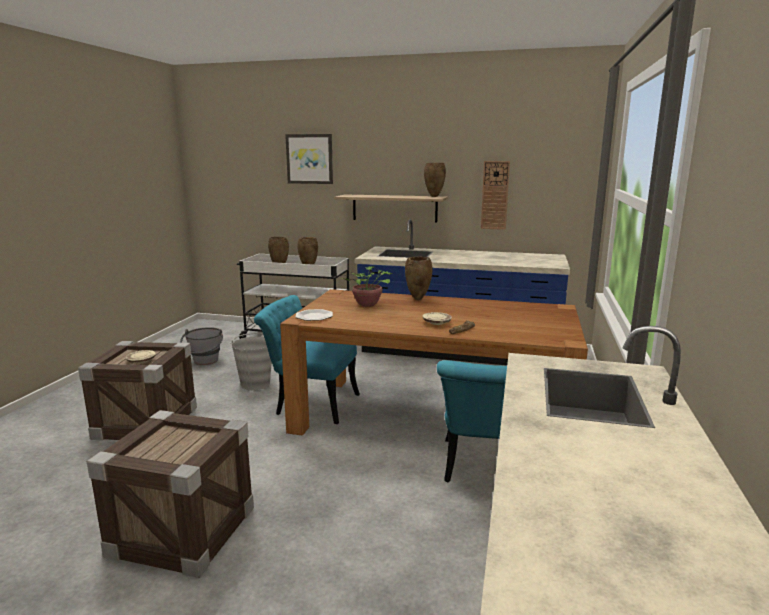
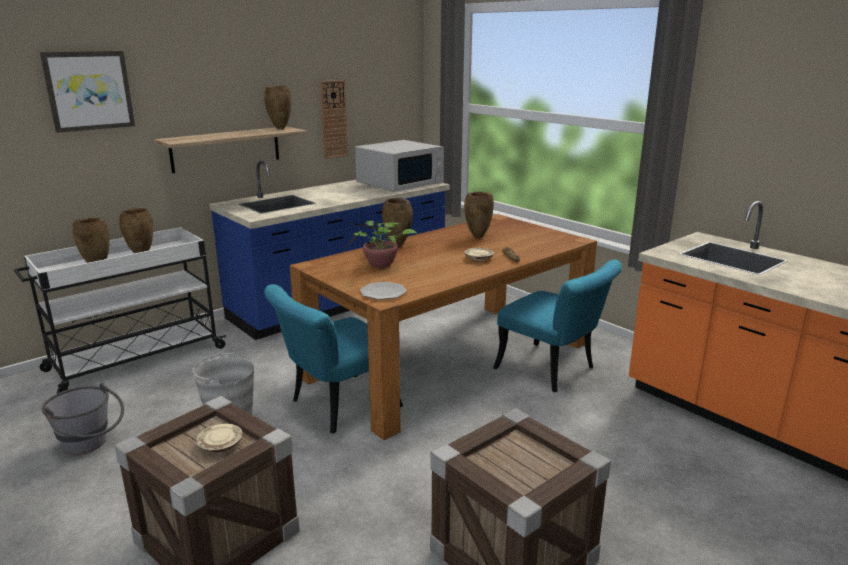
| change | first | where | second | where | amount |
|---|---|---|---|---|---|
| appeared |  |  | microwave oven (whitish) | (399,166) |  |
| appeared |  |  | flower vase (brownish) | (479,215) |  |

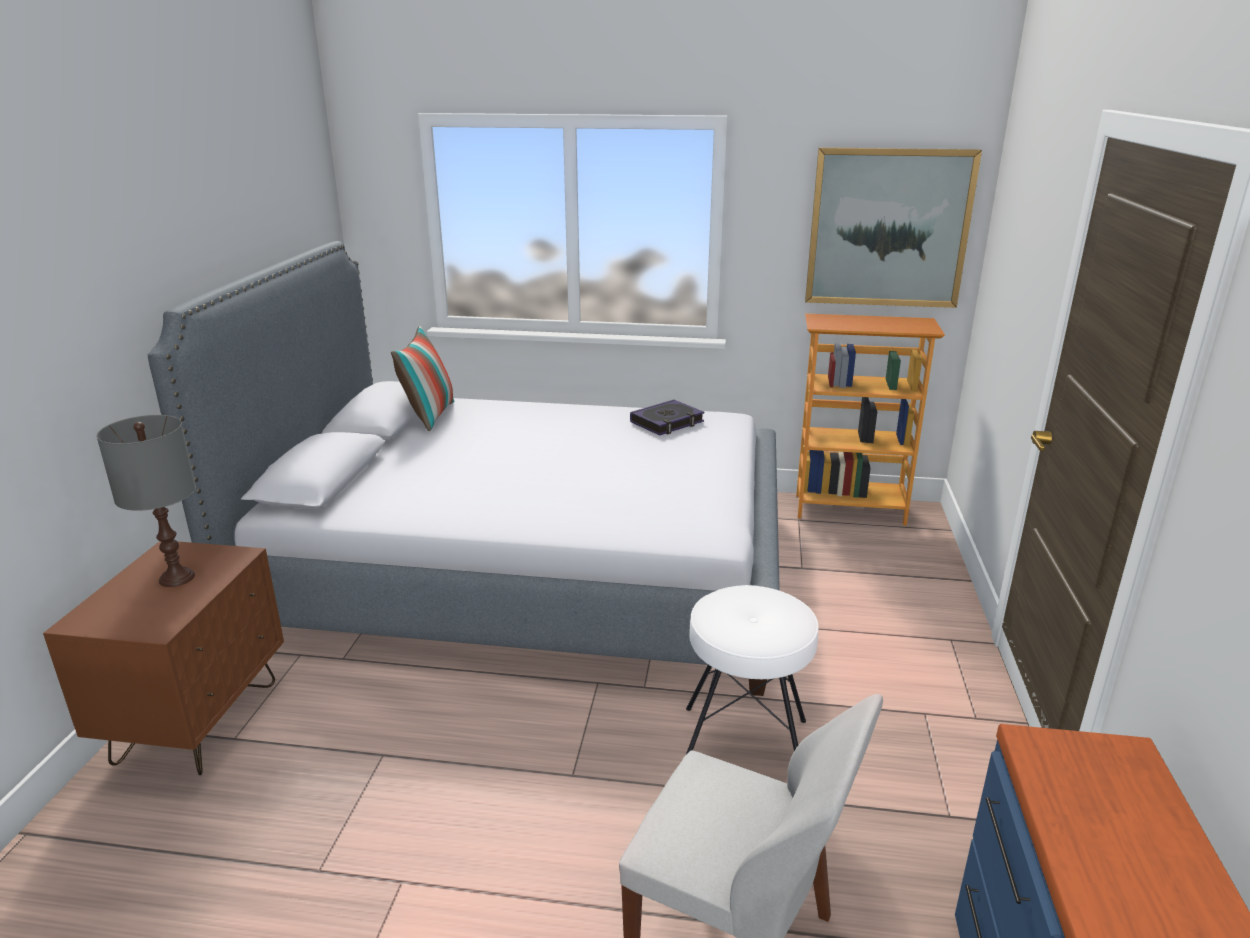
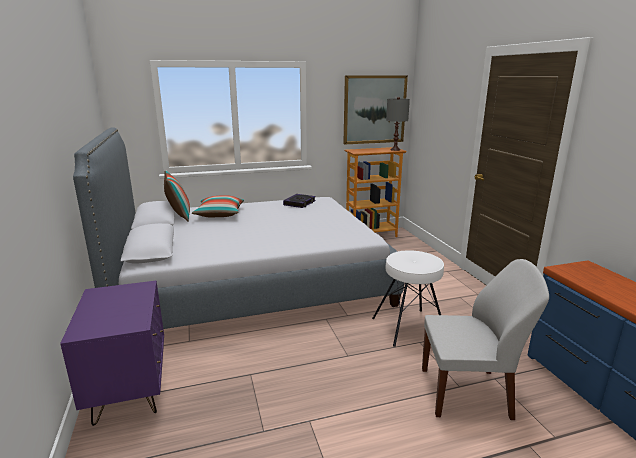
| change | first | where | second | where | amount |
|---|---|---|---|---|---|
| appeared |  |  | pillow | (218,206) |  |
| relocated | lamp for a table (greyish) | (146,501) |  | (398,124) |  |
| colour | bedside table (brownish) | (163,658) | bedside table (purple) | (112,353) |  |

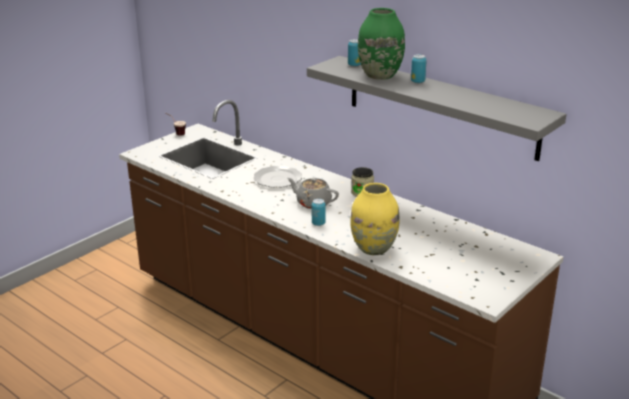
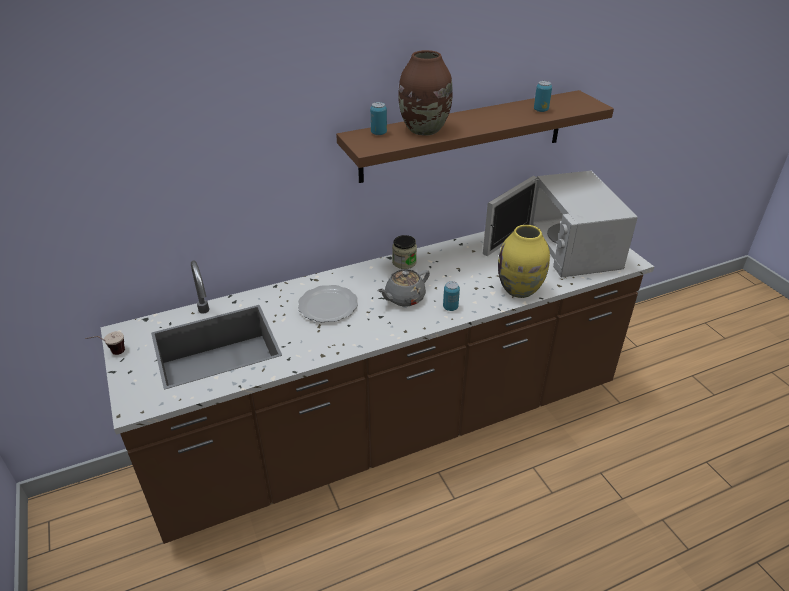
| change | first | where | second | where | amount |
|---|---|---|---|---|---|
| appeared |  |  | microwave oven (whitish) | (560,224) |  |
| relocated | metal can | (419,68) |  | (543,96) |  |
| colour | bracket shelf (greyish) | (437,108) | bracket shelf (brownish) | (475,136) |  |
| colour | flower vase (green-coloured) | (381,44) | flower vase (brownish) | (425,92) |  |

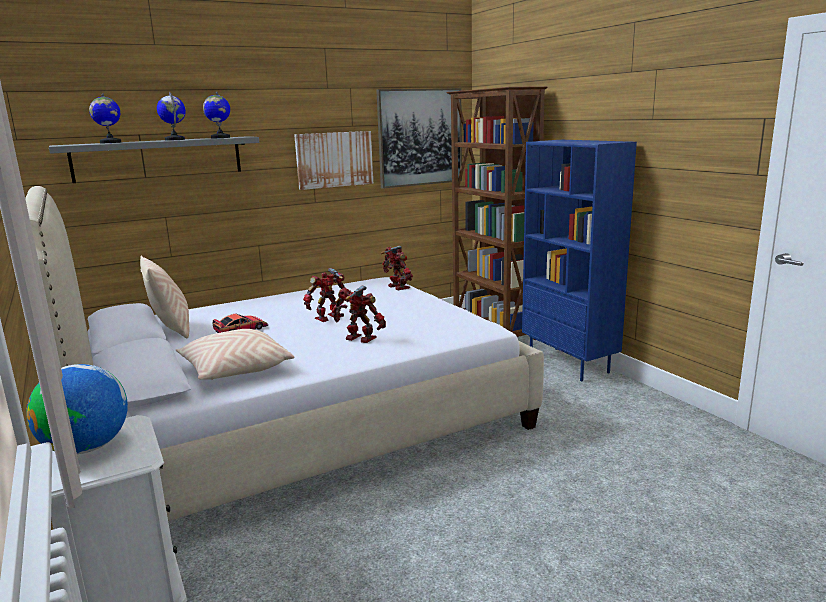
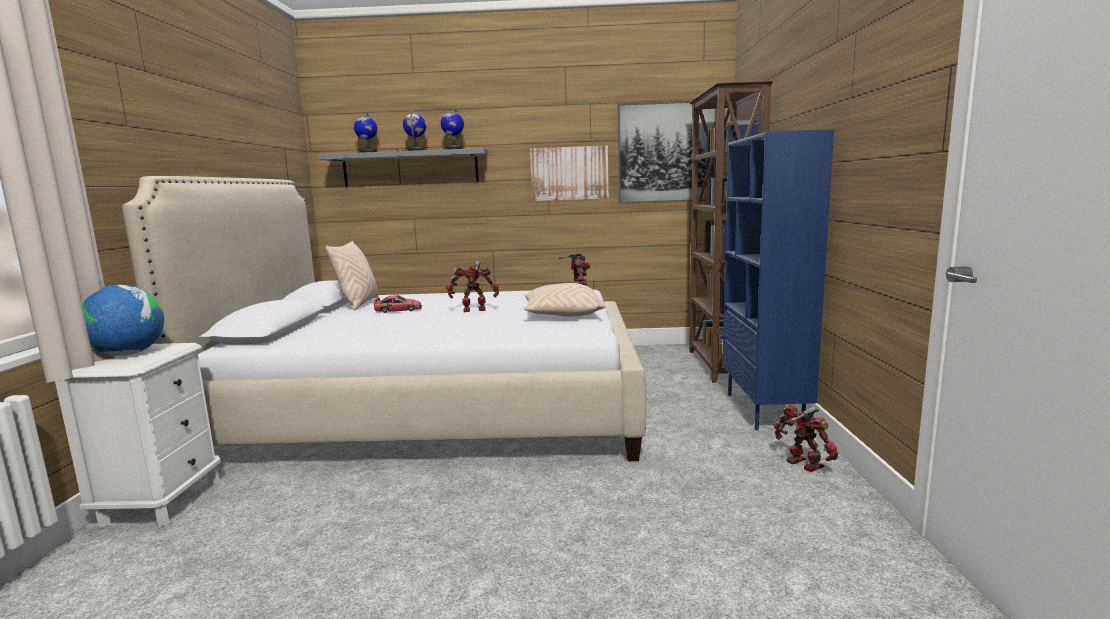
| change | first | where | second | where | amount |
|---|---|---|---|---|---|
| relocated | pillow (sand-coloured) | (235,354) |  | (565,300) |  |
| relocated | model robot | (359,314) |  | (806,438) |  |

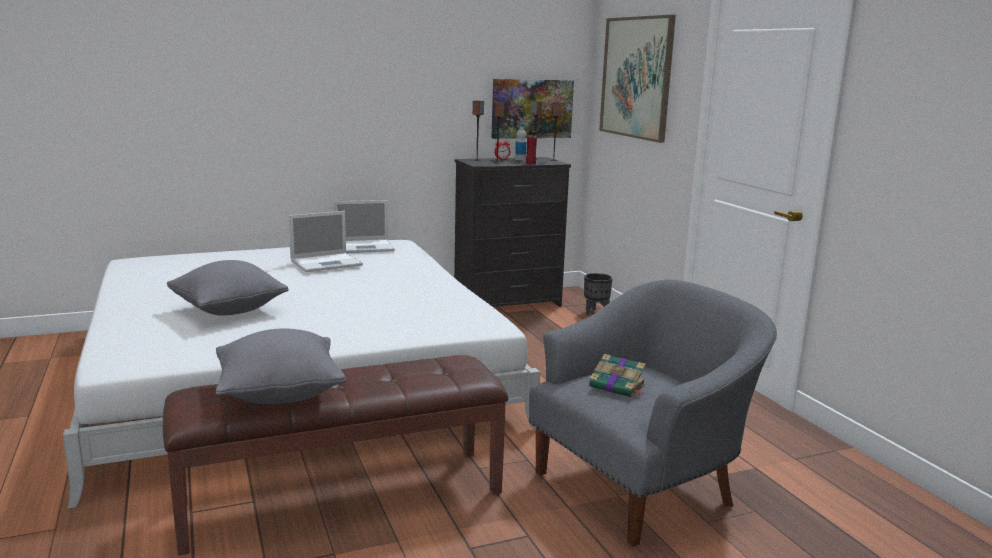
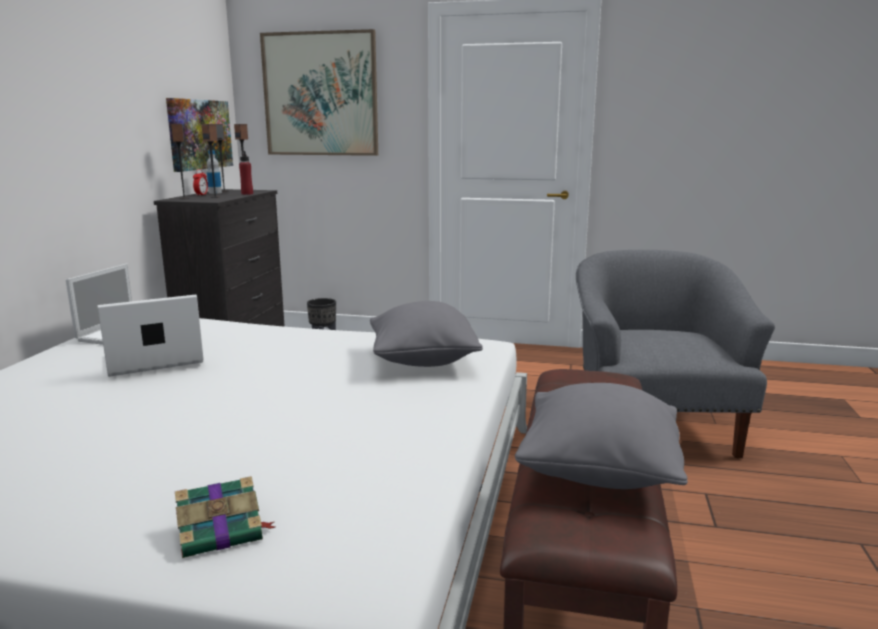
| change | first | where | second | where | amount |
|---|---|---|---|---|---|
| relocated | pillow (greyish) | (228,288) |  | (426,334) |  |
| relocated | bound book | (617,376) |  | (225,517) |  |
| spun | laptop | (326,241) |  | (151,336) | 120 degrees counterclockwise |

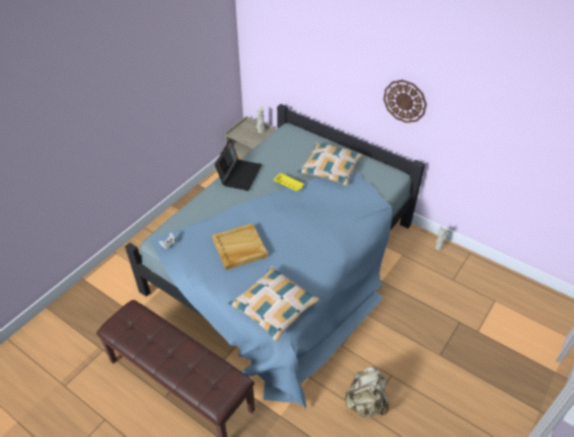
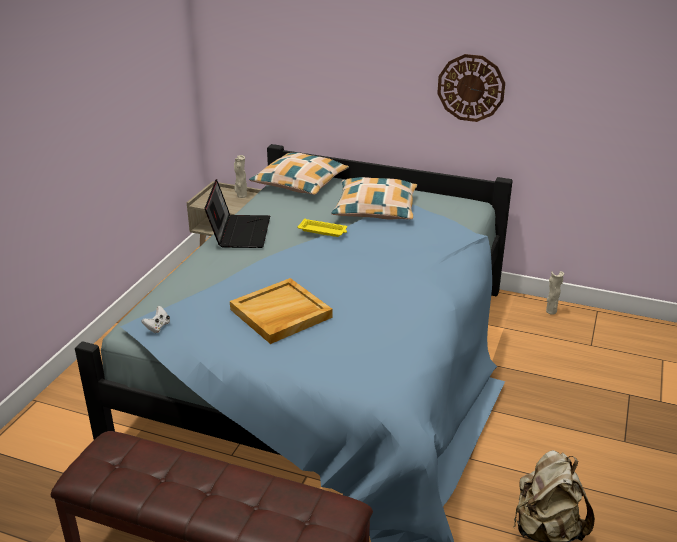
| change | first | where | second | where | amount |
|---|---|---|---|---|---|
| relocated | pillow | (273,303) |  | (299,174) |  |

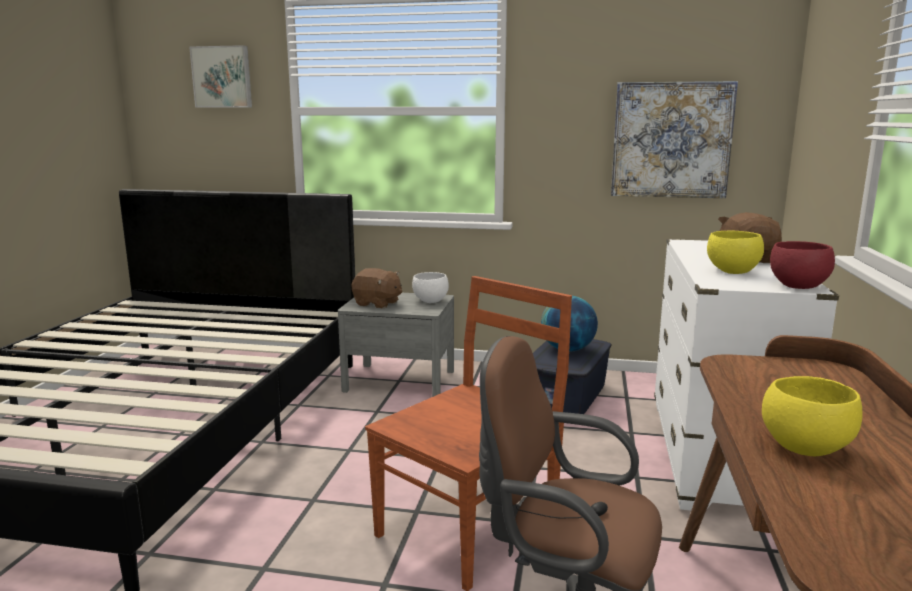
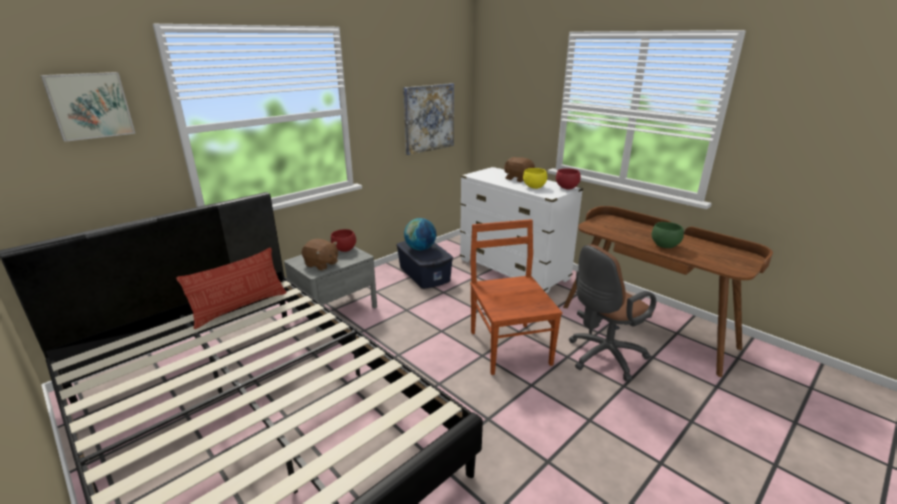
| change | first | where | second | where | amount |
|---|---|---|---|---|---|
| appeared |  |  | pillow | (231,288) |  |
| colour | serving bowl (whitish) | (430,287) | serving bowl (red-coloured) | (343,240) |  |
| colour | serving bowl (yellow) | (812,416) | serving bowl (green-coloured) | (668,235) |  |
| spun | soft toy (brownish) | (377,288) |  | (320,255) | 60 degrees clockwise |

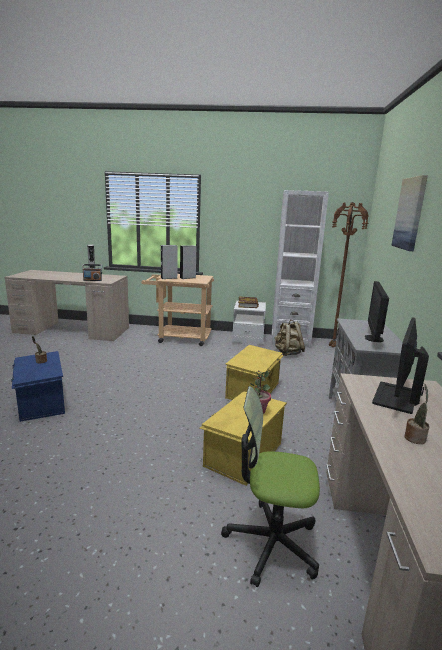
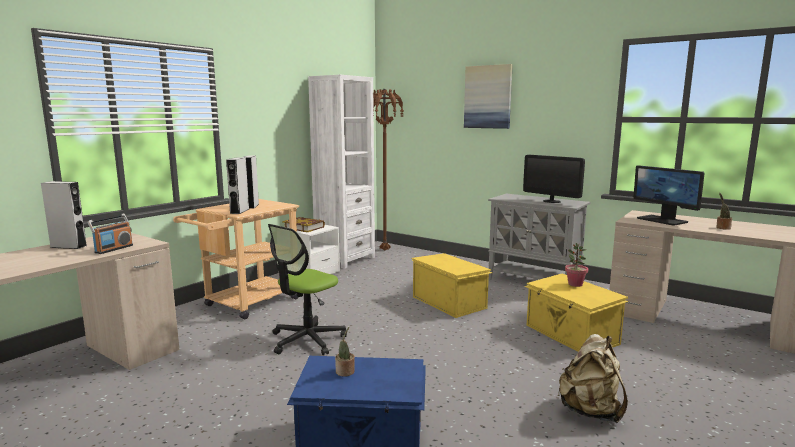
| change | first | where | second | where | amount |
|---|---|---|---|---|---|
| relocated | computer chair | (270,486) |  | (307,289) |  |
| relocated | backpack (sand-coloured) | (289,338) |  | (593,378) |  |

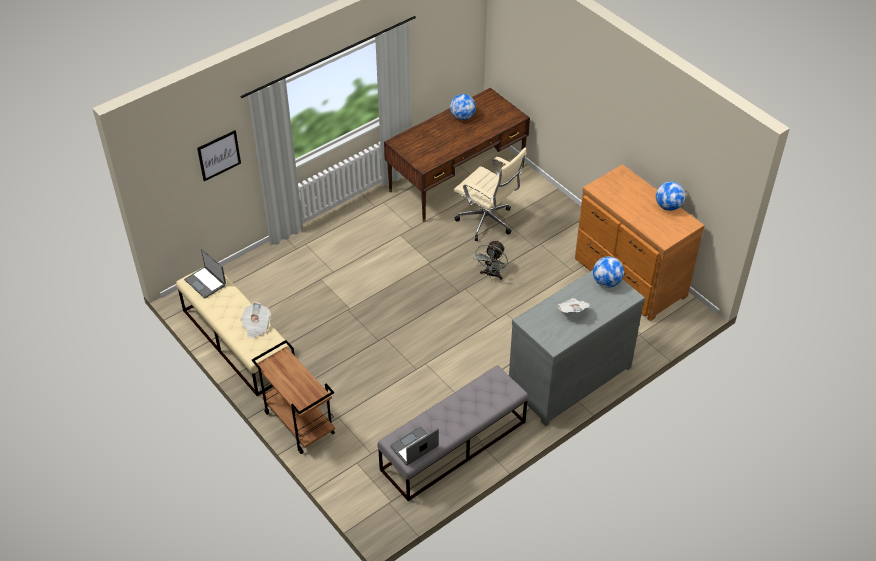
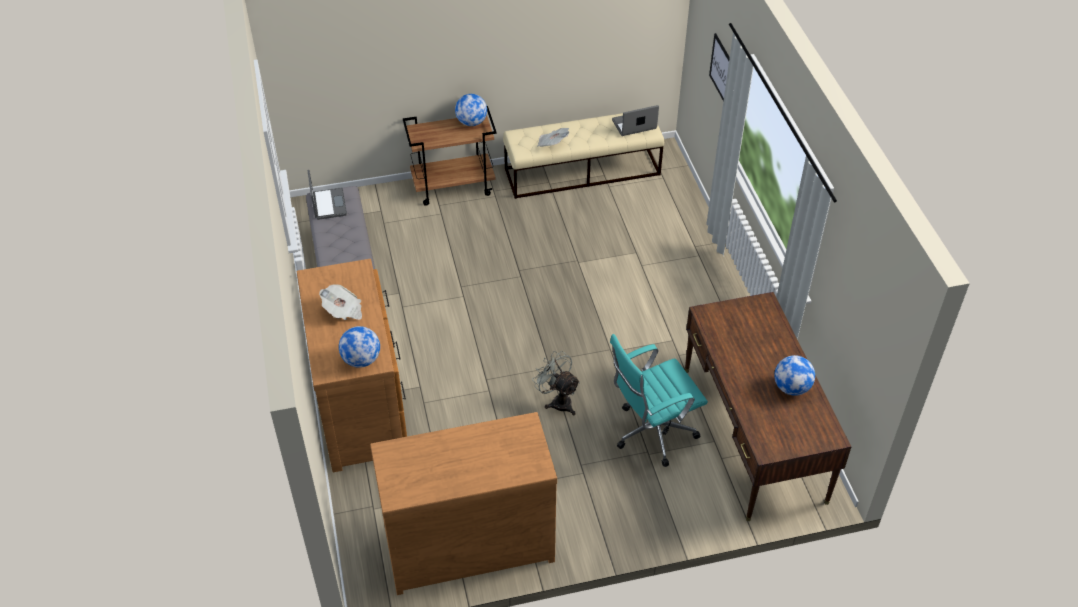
| change | first | where | second | where | amount |
|---|---|---|---|---|---|
| relocated | desk globe | (670,196) |  | (471,110) |  |
| colour | computer chair (sand-coloured) | (490,194) | computer chair (blue-green) | (659,400) |  |
| colour | drawer chest (greyish) | (577,348) | drawer chest (brownish) | (352,365) |  |

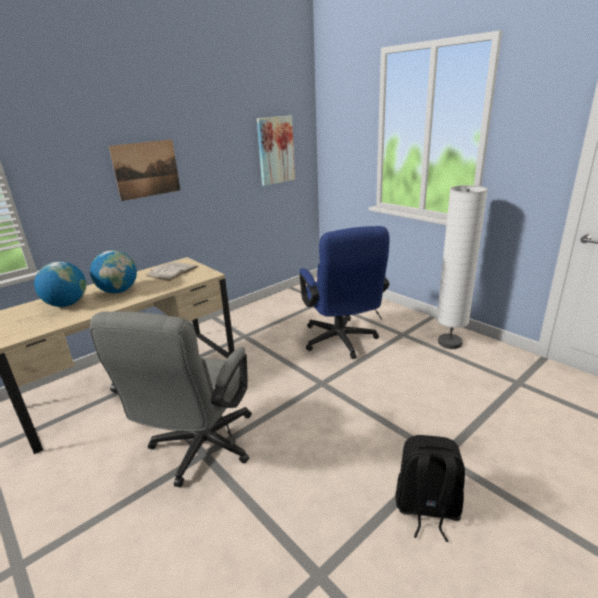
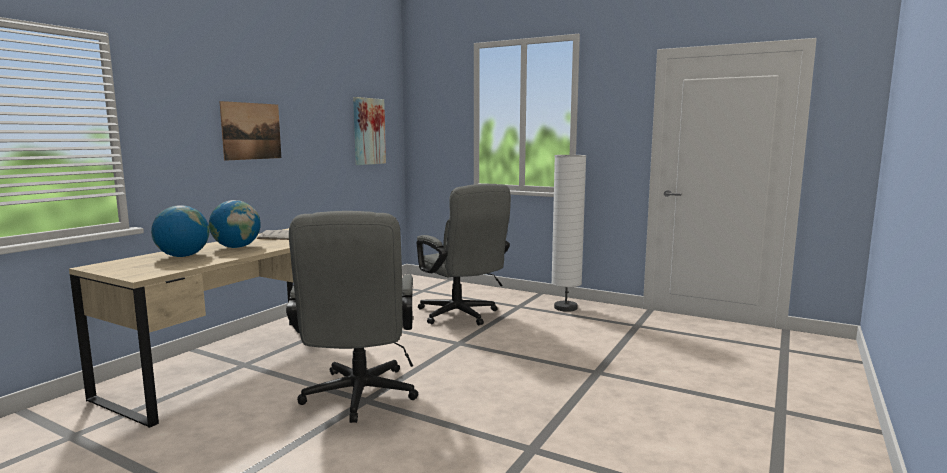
| change | first | where | second | where | amount |
|---|---|---|---|---|---|
| missing | backpack (black) | (430,488) |  |  |  |
| colour | computer chair (bluish) | (344,292) | computer chair (greyish) | (464,254) |  |

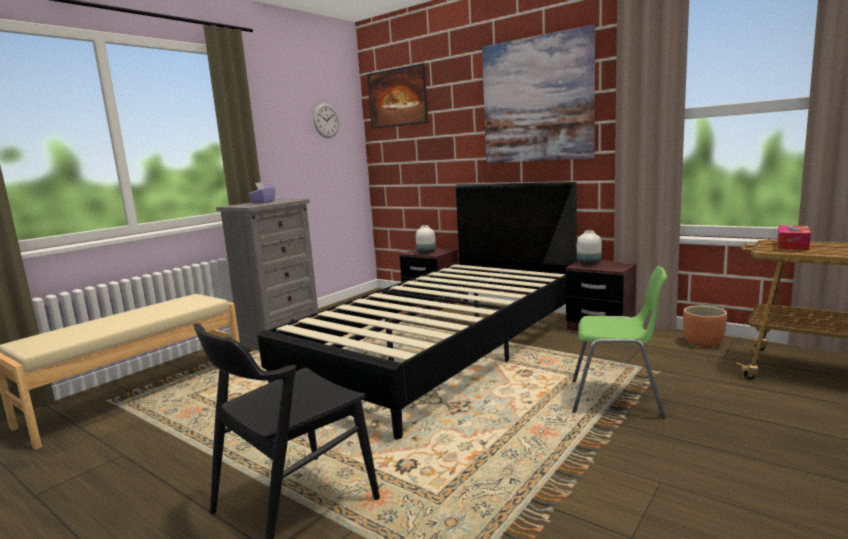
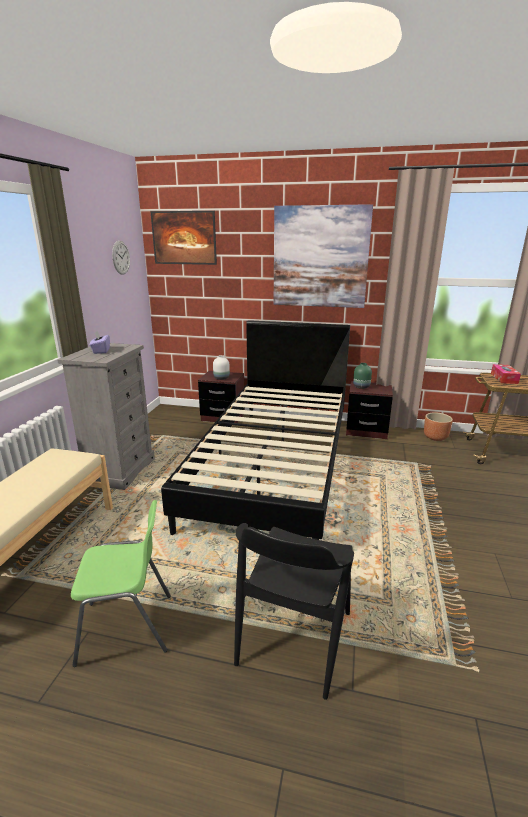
| change | first | where | second | where | amount |
|---|---|---|---|---|---|
| relocated | plain chair (green-coloured) | (619,342) |  | (121,583) |  |
| colour | flower vase (whitish) | (589,247) | flower vase (green-coloured) | (362,376) |  |

